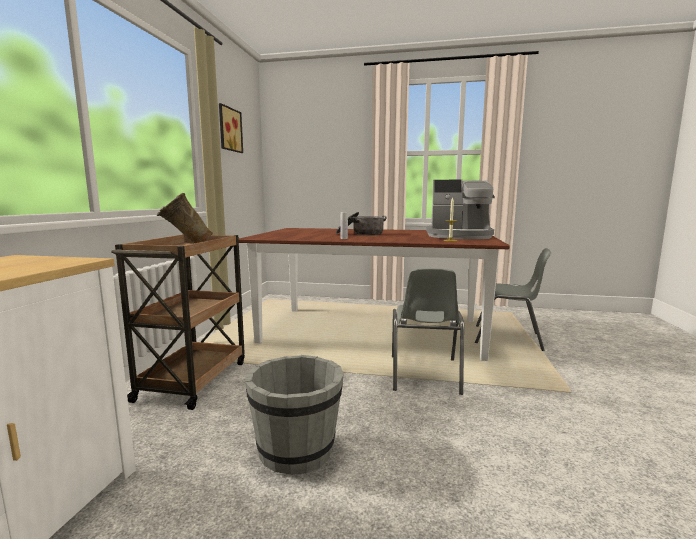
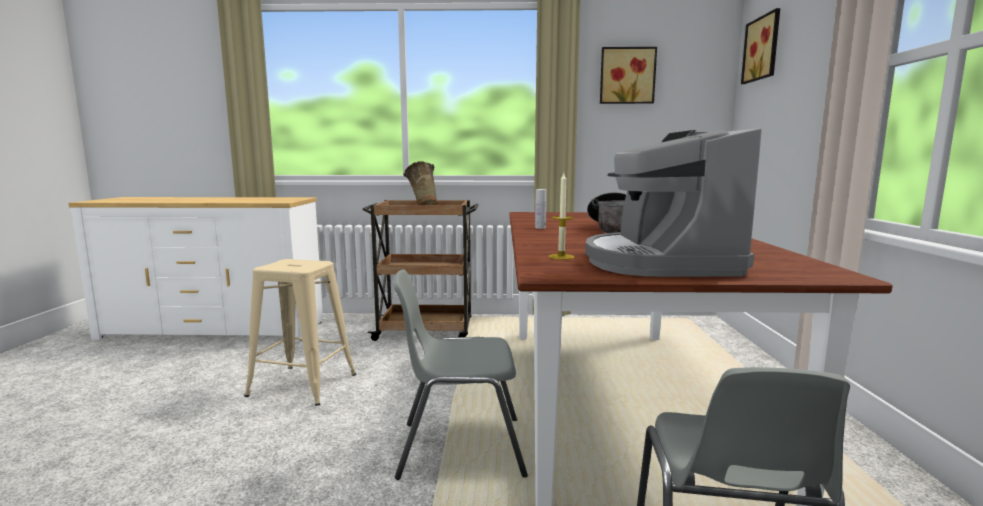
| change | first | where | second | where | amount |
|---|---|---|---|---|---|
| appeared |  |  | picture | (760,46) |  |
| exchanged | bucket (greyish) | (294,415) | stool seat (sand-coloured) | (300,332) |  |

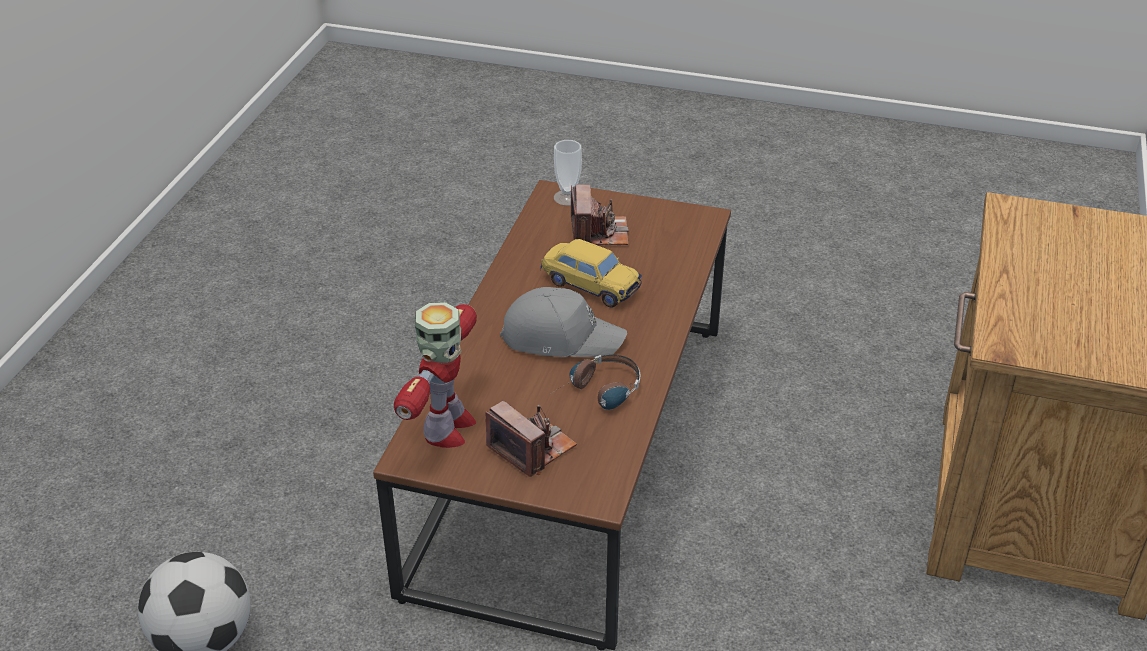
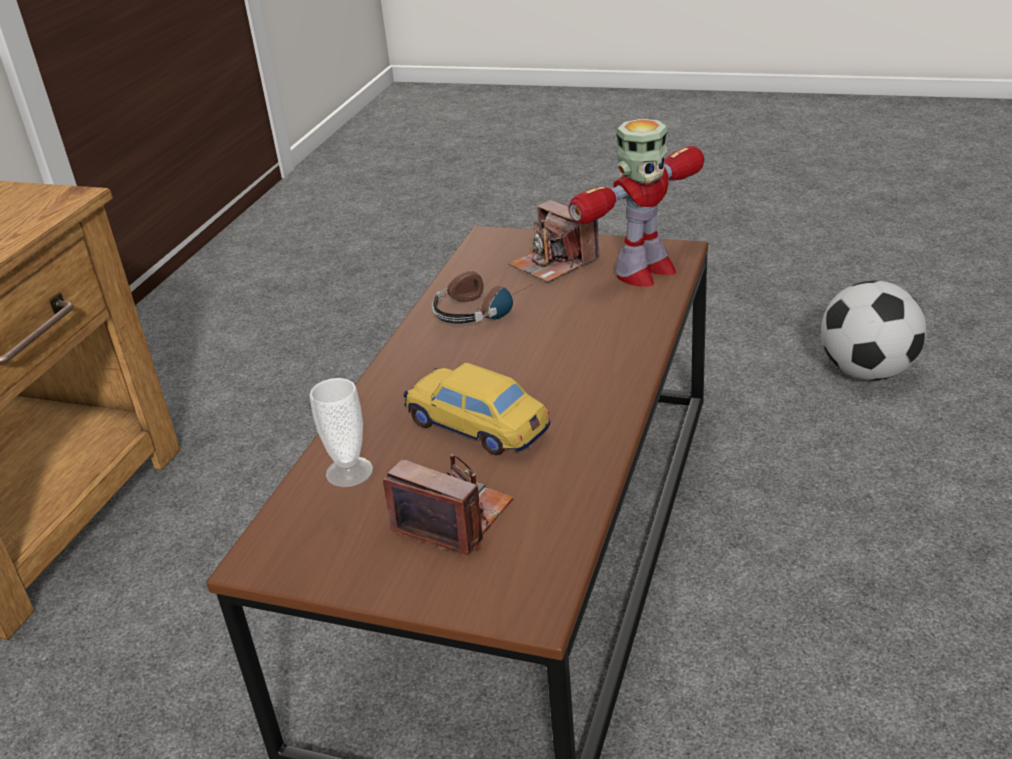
| change | first | where | second | where | amount |
|---|---|---|---|---|---|
| missing | baseball cap (greyish) | (563,322) |  |  |  |
| relocated | drinking cup | (568,173) |  | (341,432) |  |
| spun | model robot | (435,375) |  | (636,203) | 150 degrees counterclockwise |
| spun | still camera | (600,215) |  | (448,504) | 120 degrees clockwise |

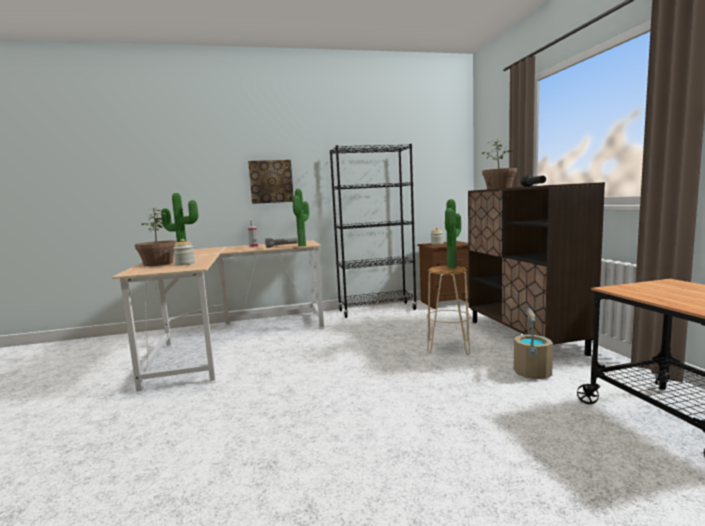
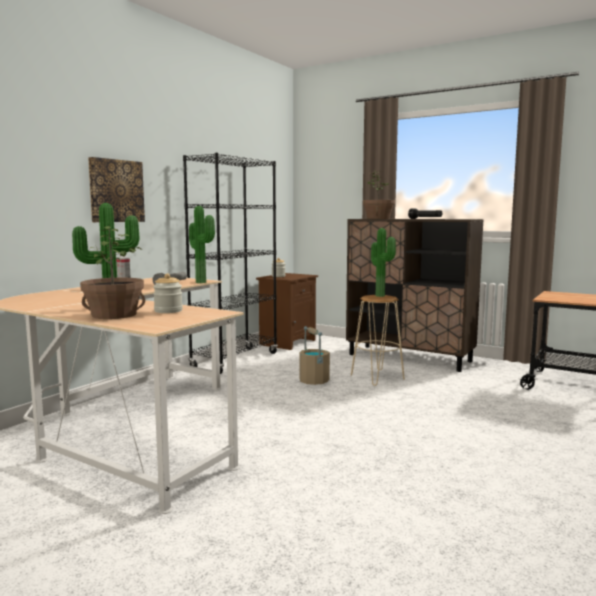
| change | first | where | second | where | amount |
|---|---|---|---|---|---|
| relocated | bucket (sand-coloured) | (533,343) |  | (315,355) |  |

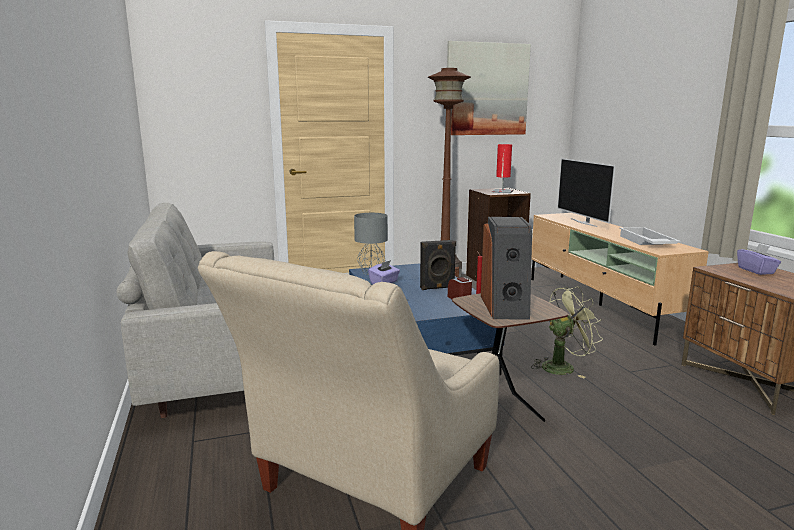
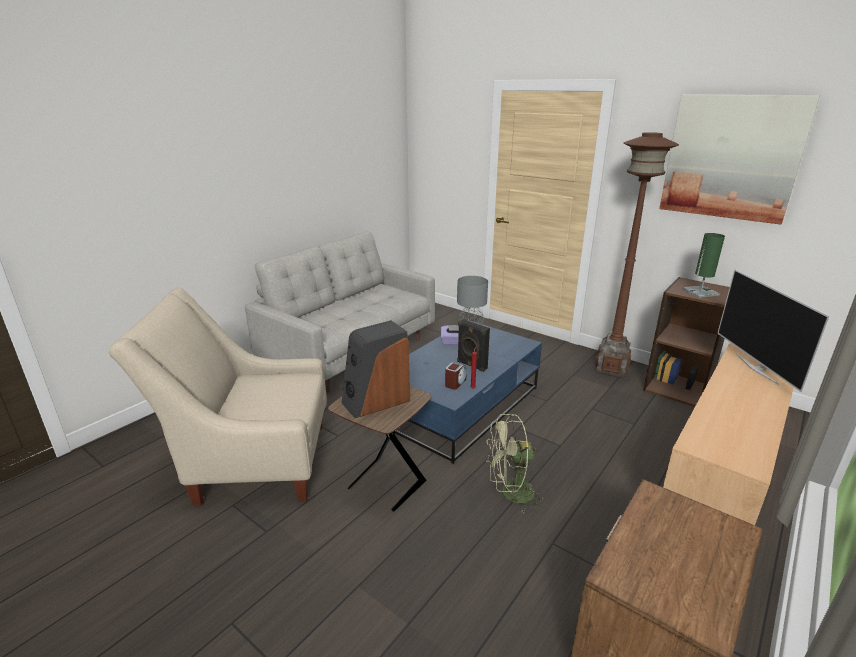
| change | first | where | second | where | amount |
|---|---|---|---|---|---|
| missing | carrying tray (whitish) | (649,236) |  |  |  |
| missing | box of tissues (purple) | (759,259) |  |  |  |
| colour | lamp for a table (red-coloured) | (502,168) | lamp for a table (green-coloured) | (704,265) |  |
| spun | cooling fan (green-coloured) | (567,332) |  | (516,463) | 135 degrees clockwise |
| spun | TV set | (586,192) |  | (774,331) | 45 degrees counterclockwise |

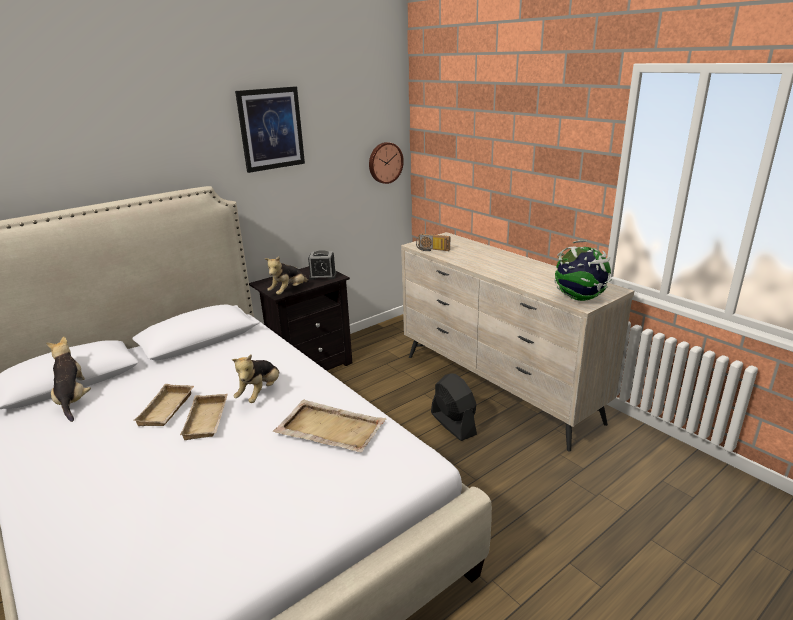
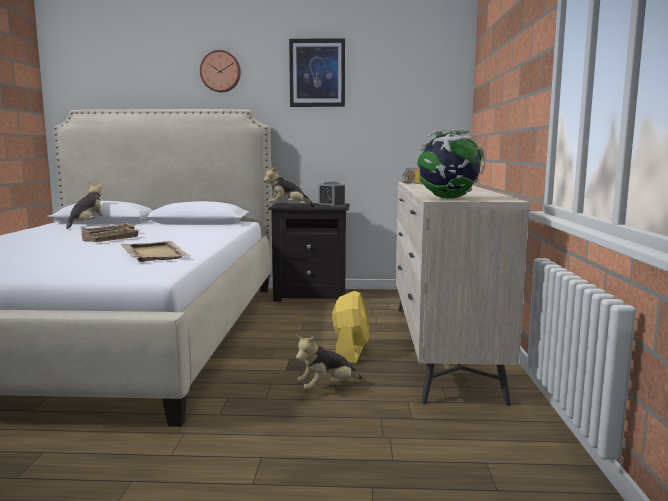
| change | first | where | second | where | amount |
|---|---|---|---|---|---|
| relocated | soft toy | (256,378) |  | (329,362) |  |
| relocated | wall clock | (386,163) |  | (220,71) |  |
| colour | cooling fan (black) | (454,407) | cooling fan (yellow) | (351,327) |  |

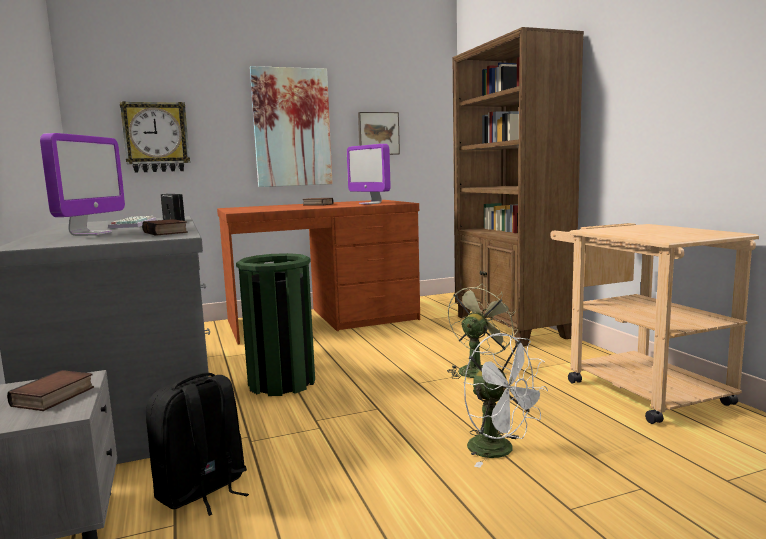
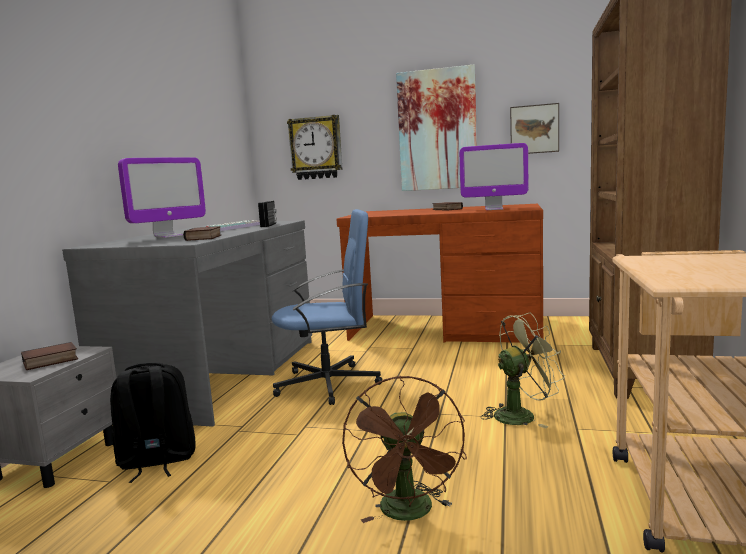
| change | first | where | second | where | amount |
|---|---|---|---|---|---|
| exchanged | rubbish bin (green-coloured) | (275,324) | computer chair (bluish) | (327,307) |  |
| colour | cooling fan (whitish) | (506,400) | cooling fan (brownish) | (404,449) |  |
| spun | computer display | (369,174) |  | (493,176) | 75 degrees counterclockwise |

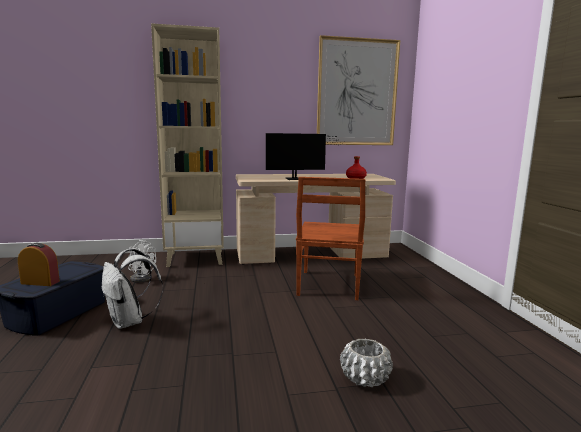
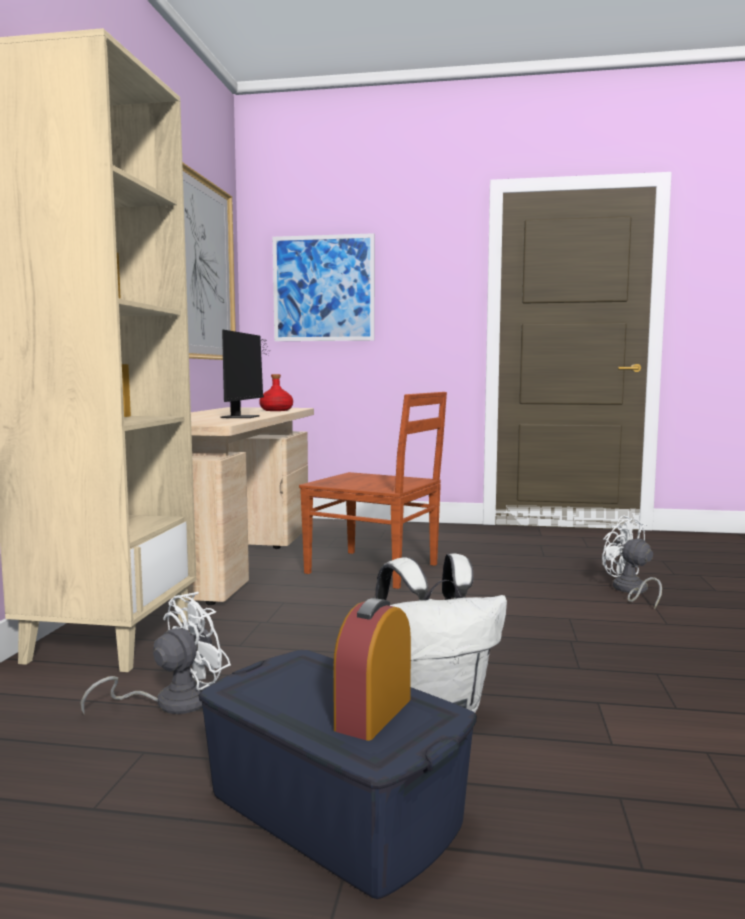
| change | first | where | second | where | amount |
|---|---|---|---|---|---|
| appeared |  |  | picture | (324,287) |  |
| exchanged | planter (whitish) | (366,363) | cooling fan (whitish) | (632,563) |  |

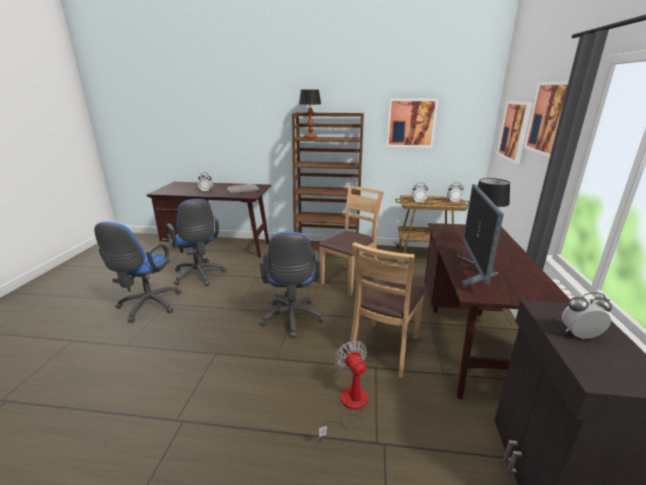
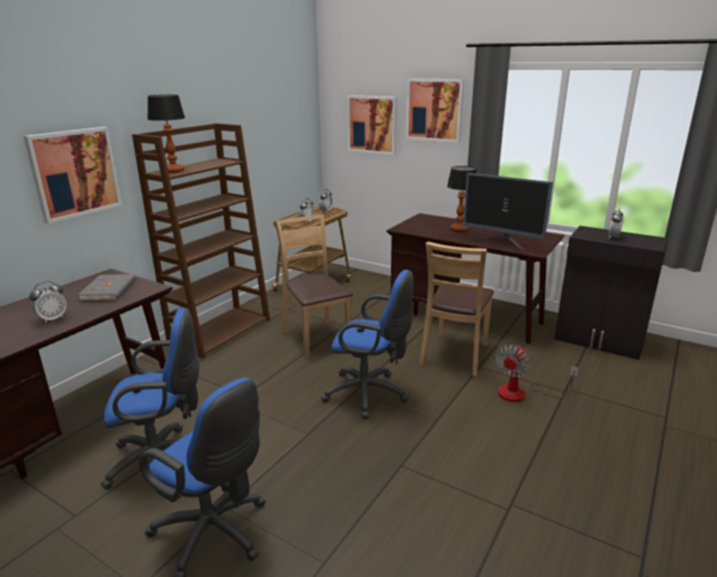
| change | first | where | second | where | amount |
|---|---|---|---|---|---|
| relocated | picture | (412,123) |  | (73,175) |  |
| spun | cooling fan | (343,391) |  | (537,373) | 60 degrees counterclockwise |
| spun | plain chair (brownish) | (388,310) |  | (456,309) | 60 degrees clockwise |

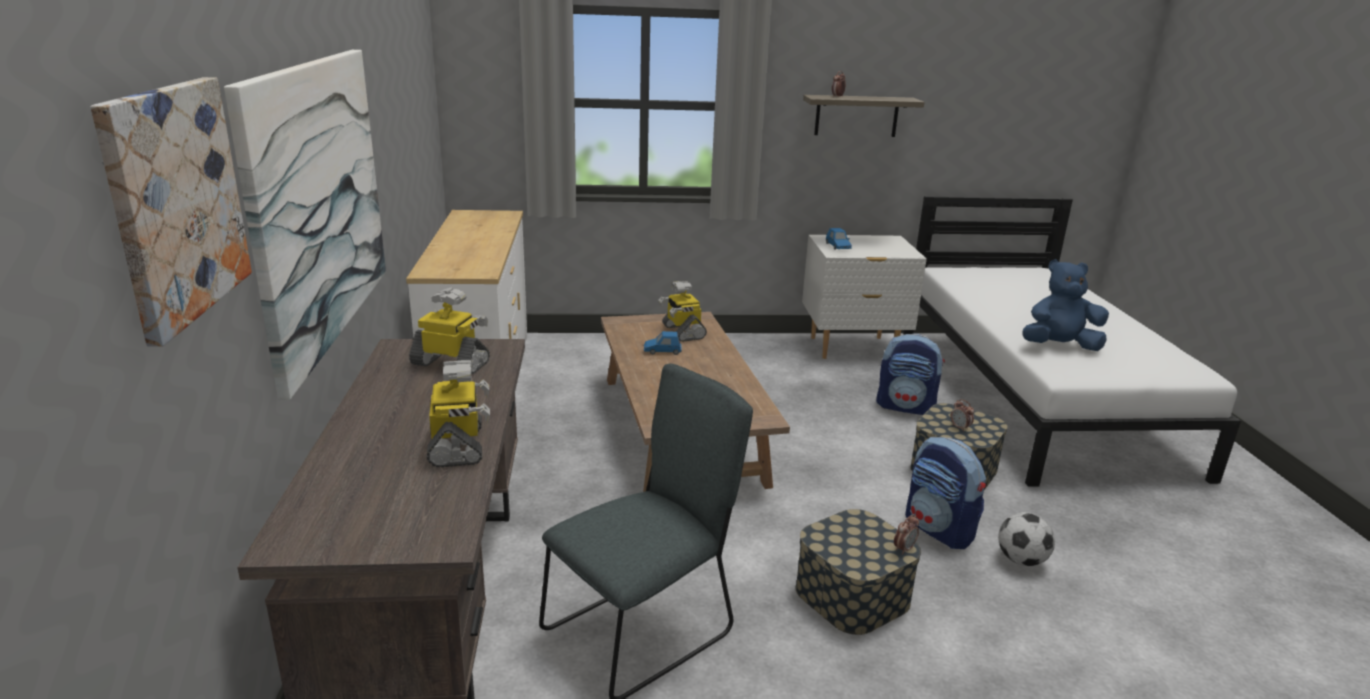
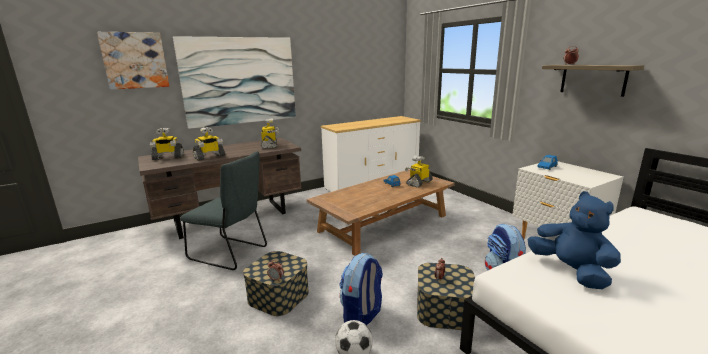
| change | first | where | second | where | amount |
|---|---|---|---|---|---|
| appeared |  |  | model robot | (167,144) |  |

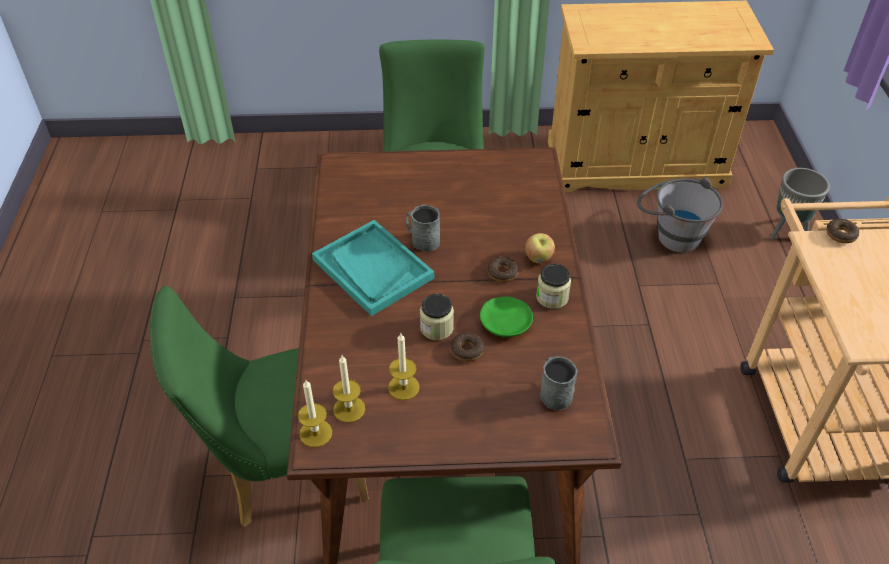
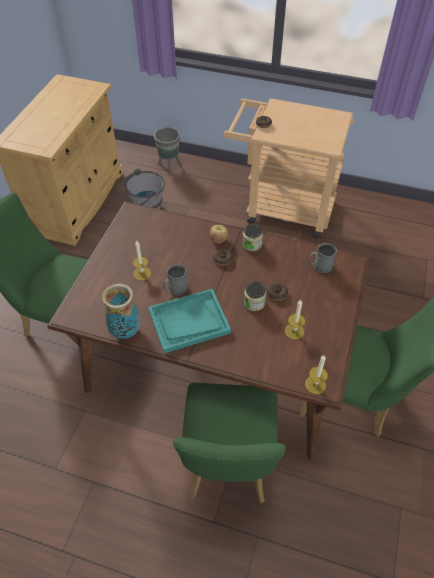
| change | first | where | second | where | amount |
|---|---|---|---|---|---|
| missing | flat dish (green-coloured) | (506,316) |  |  |  |
| appeared |  |  | flower vase | (121,311) |  |
| relocated | wax candle | (349,389) |  | (141,261) |  |

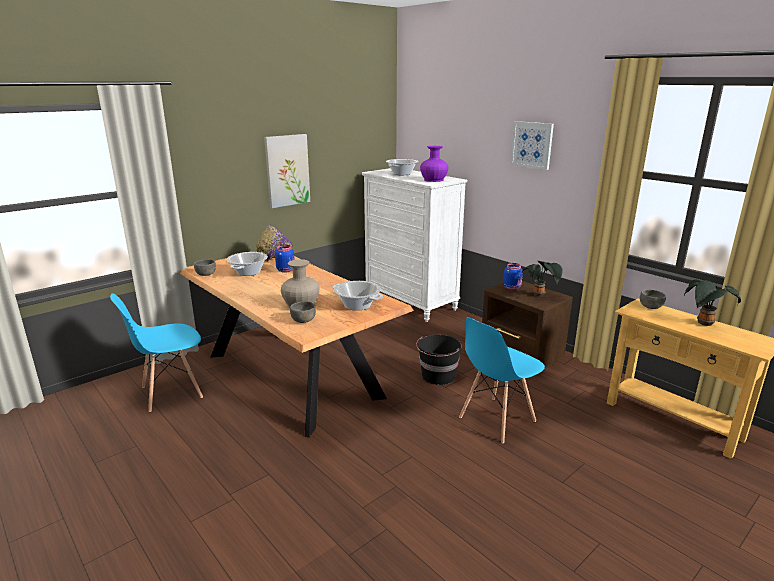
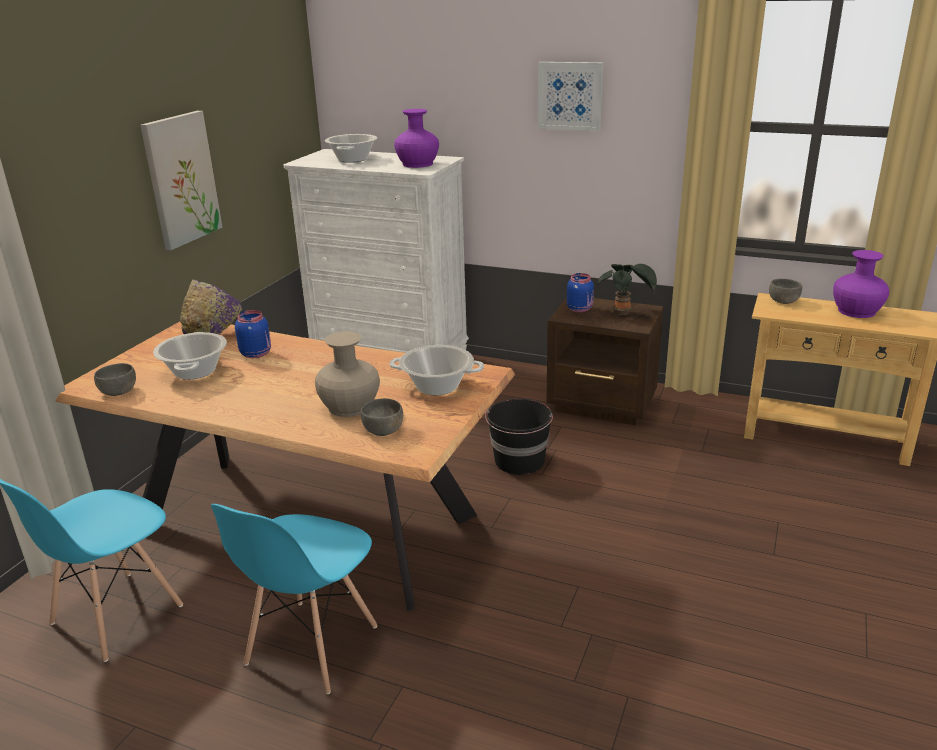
| change | first | where | second | where | amount |
|---|---|---|---|---|---|
| relocated | plain chair (bluish) | (502,380) |  | (294,599) |  |
| exchanged | potted plant | (712,302) | flower vase (purple) | (861,284) |  |

